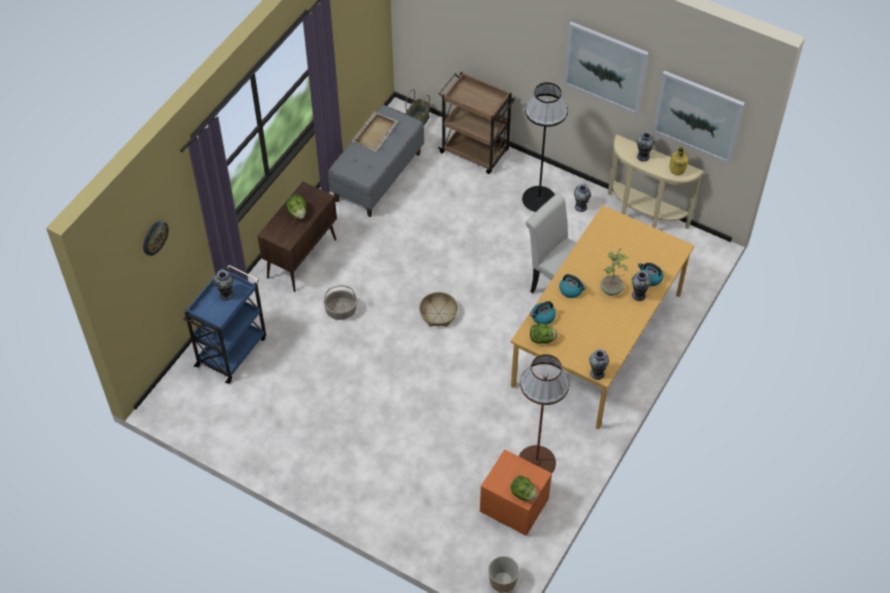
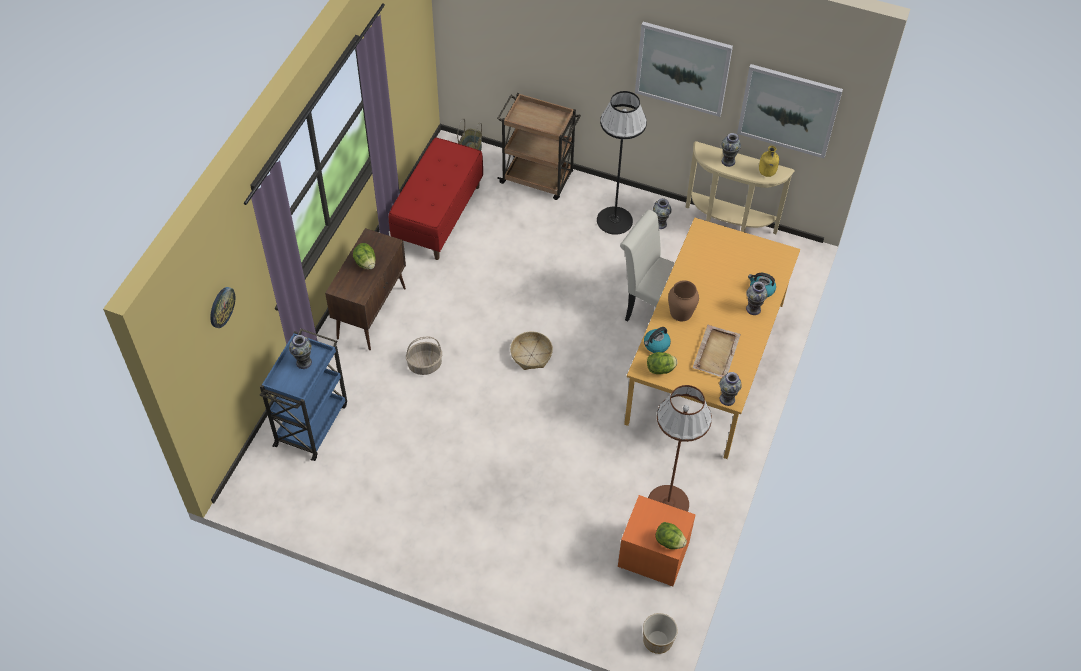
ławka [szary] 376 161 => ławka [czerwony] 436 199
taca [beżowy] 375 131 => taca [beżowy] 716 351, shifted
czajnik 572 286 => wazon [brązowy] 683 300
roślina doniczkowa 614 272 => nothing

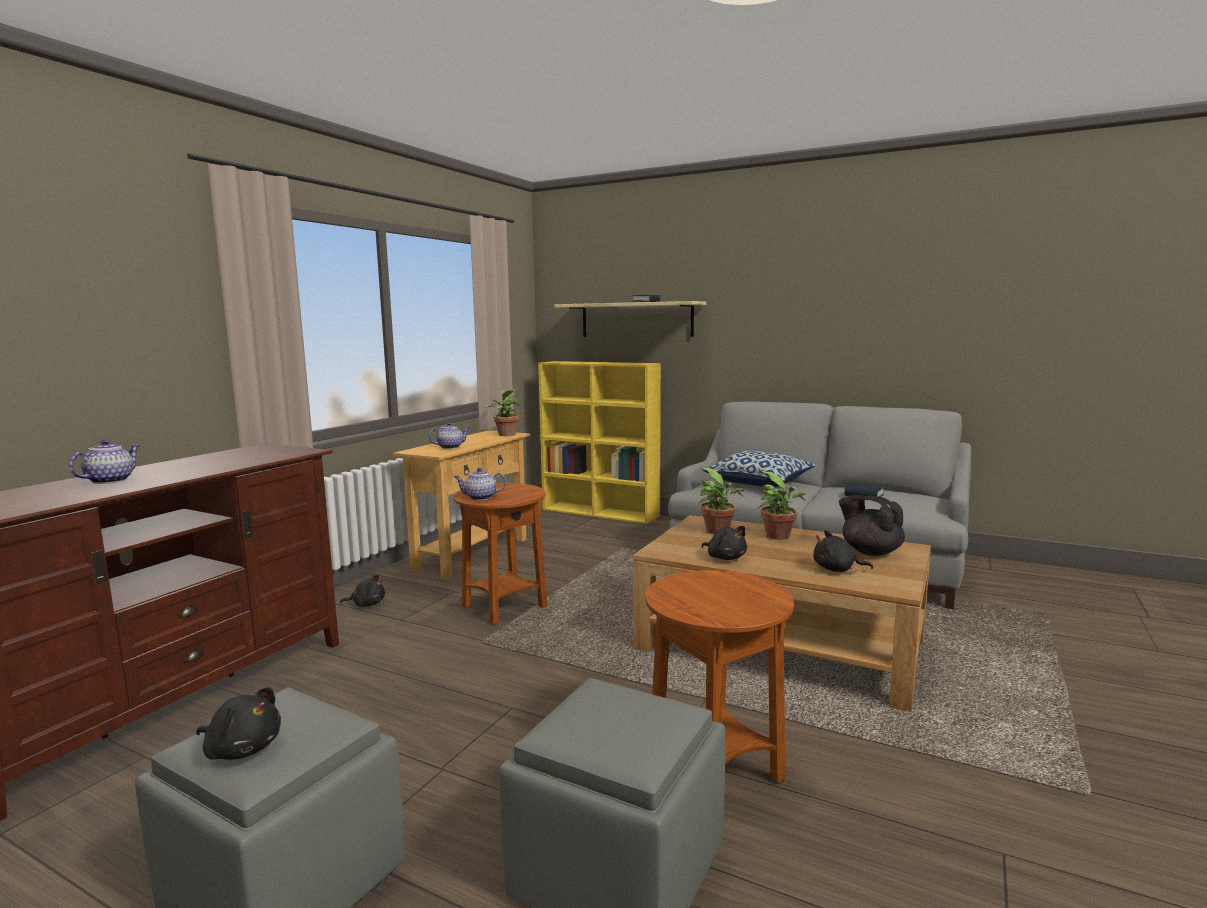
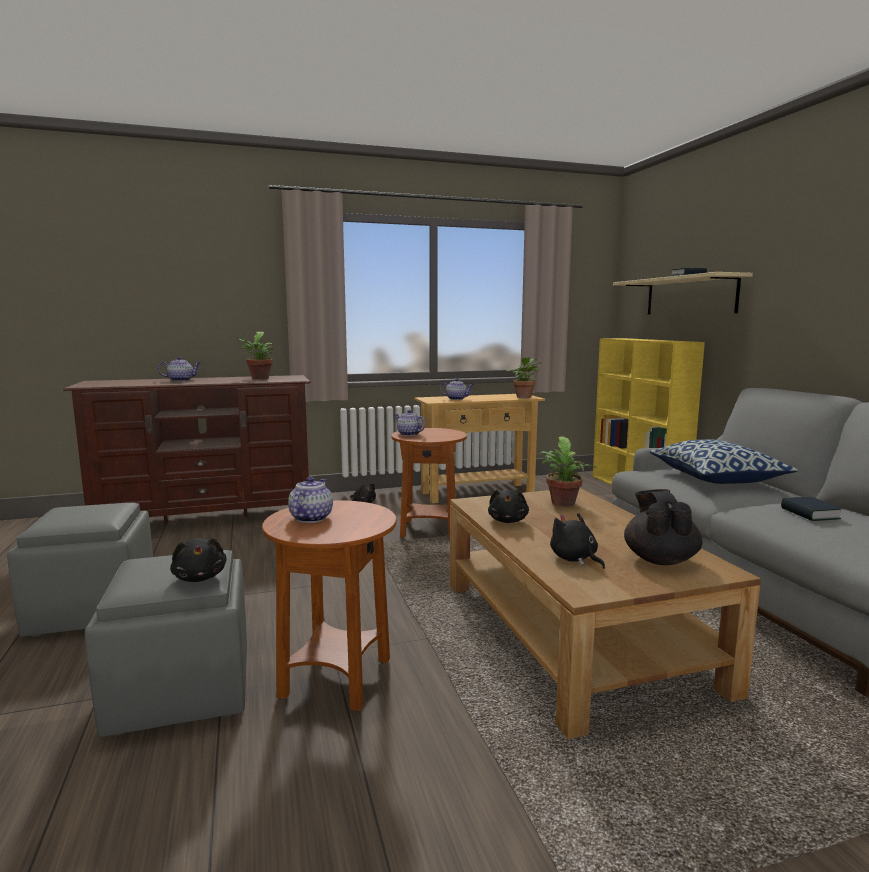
pluszak [czarny] 238 723 => pluszak [czarny] 198 560, shifted
roślina doniczkowa 782 505 => roślina doniczkowa 256 355, shifted
nothing => imbryk 310 500

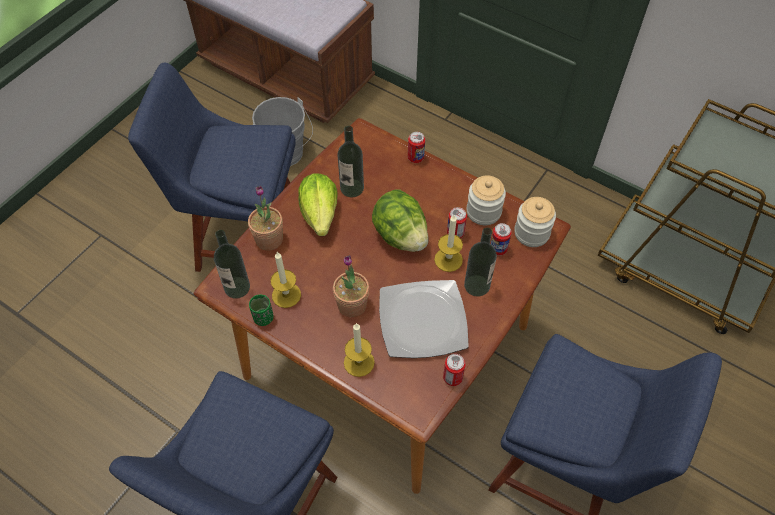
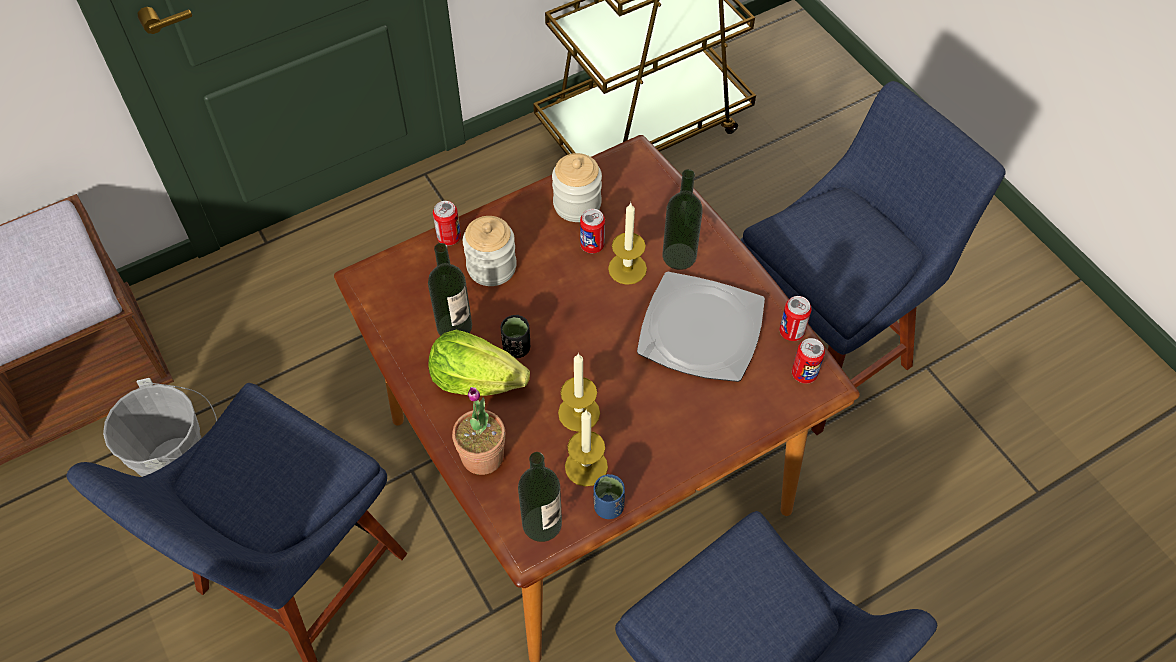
filiżanka [zielony] 261 310 => filiżanka [niebieski] 609 496
roślina doniczkowa 351 286 => nothing
świeca 359 350 => świeca 579 392, shifted
sałata 400 221 => nothing
puszka 501 239 => puszka 808 360, shifted
słoik 535 222 => słoik 490 251, shifted
nothing => filiżanka [czarny] 515 336

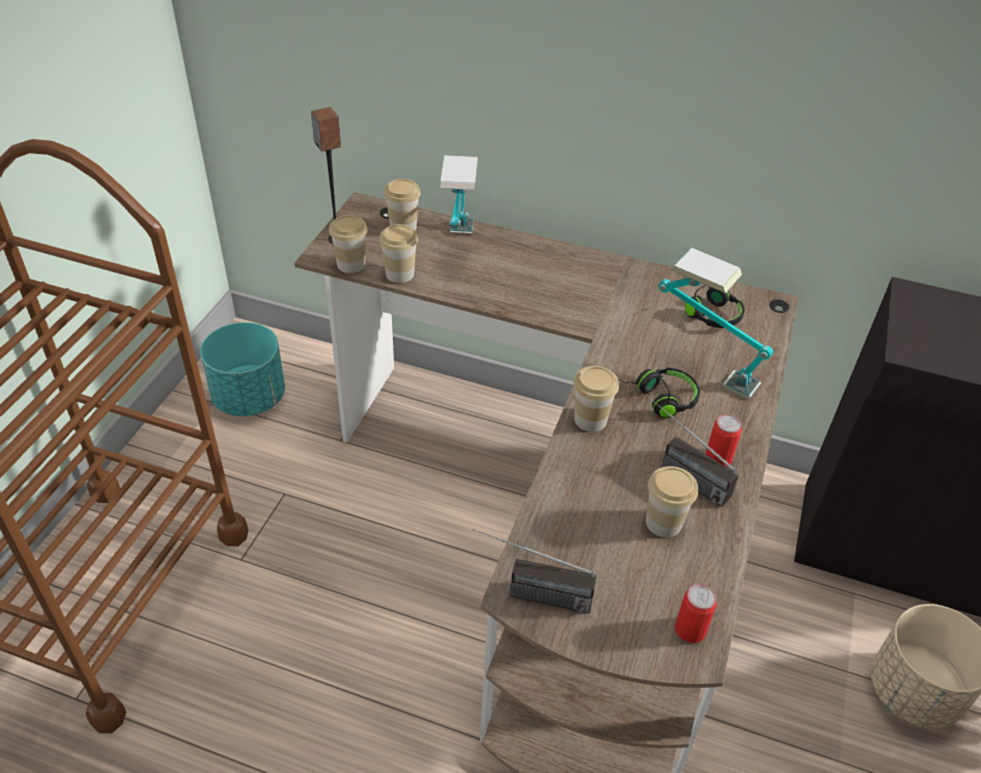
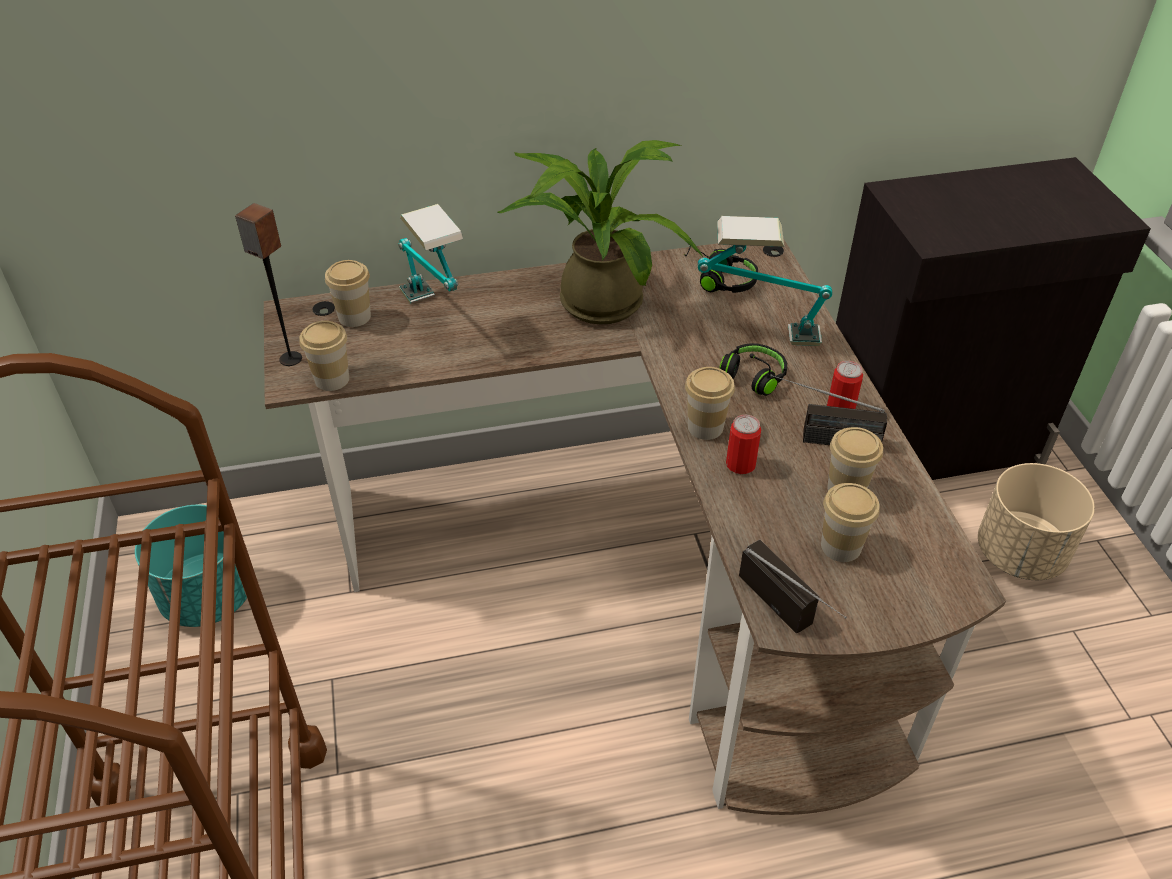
filiżanka 398 253 => filiżanka 850 522, shifted
radio 535 571 => radio 793 586, 105 degrees counterclockwise
puszka 696 613 => puszka 743 444, shifted
nothing => roślina doniczkowa 600 232

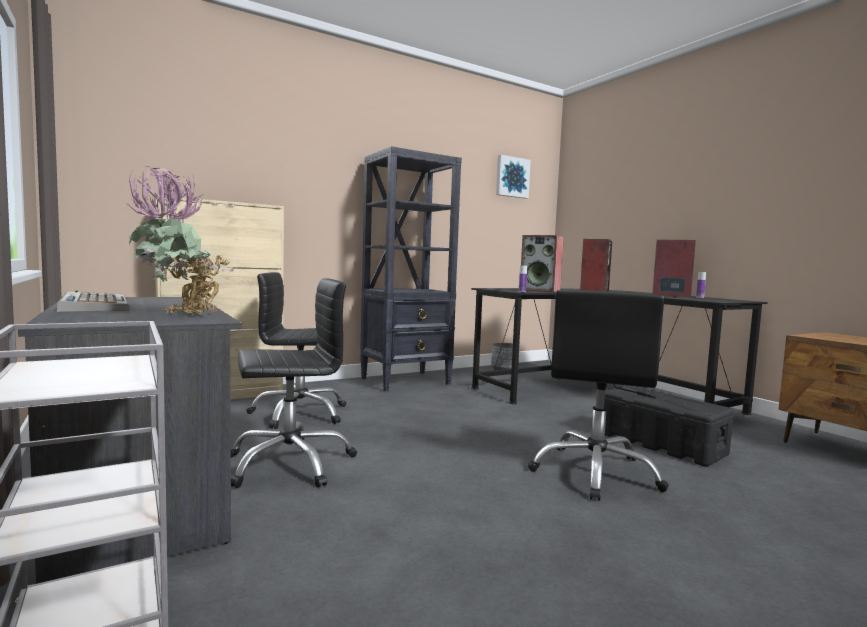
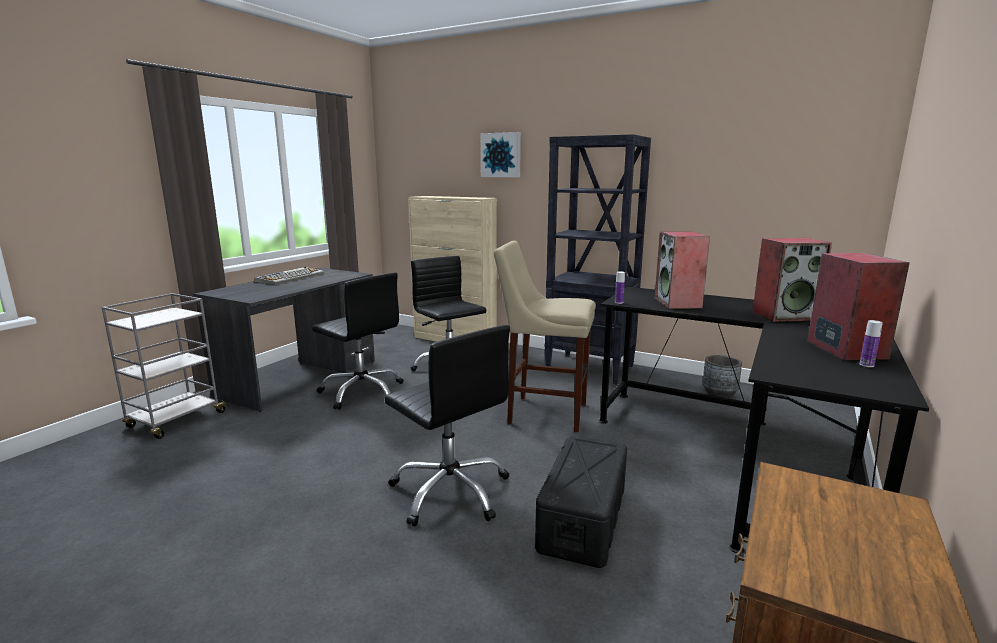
roślina doniczkowa 179 240 => nothing
obraz 513 177 => obraz 501 154, shifted
krzesło biurowe [czarny] 598 395 => krzesło biurowe [czarny] 447 425, 120 degrees counterclockwise
nothing => stołek [beżowy] 545 336

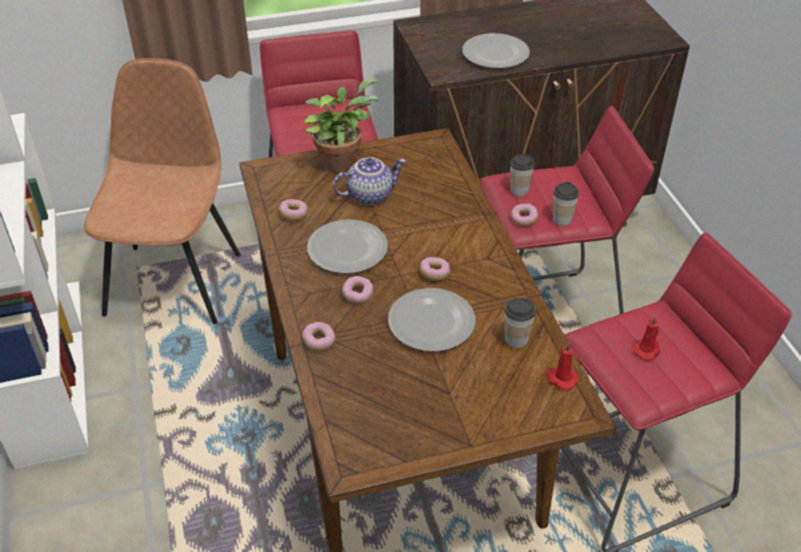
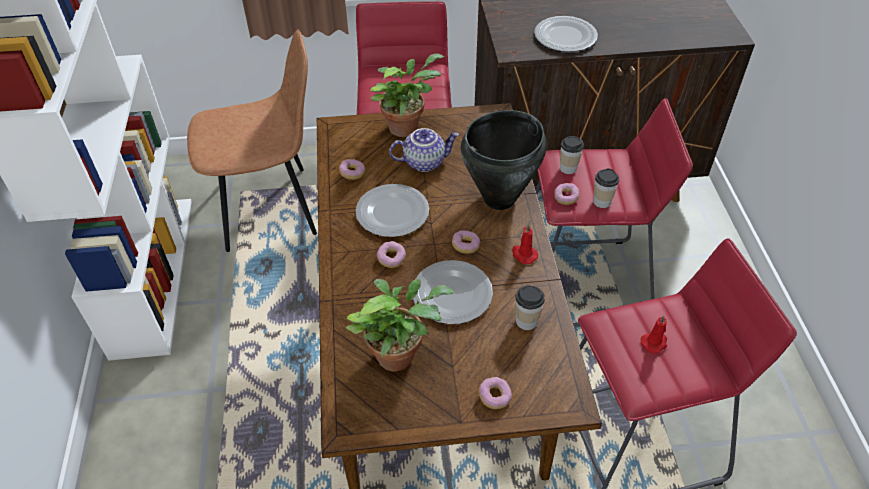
krzesło [brązowy] 162 191 => krzesło [brązowy] 252 140, 60 degrees clockwise
donut 319 336 => donut 495 393, shifted
świeca [czerwony] 561 366 => świeca [czerwony] 525 244, shifted
nothing => roślina doniczkowa 400 325
nothing => garnek [czarny] 504 160

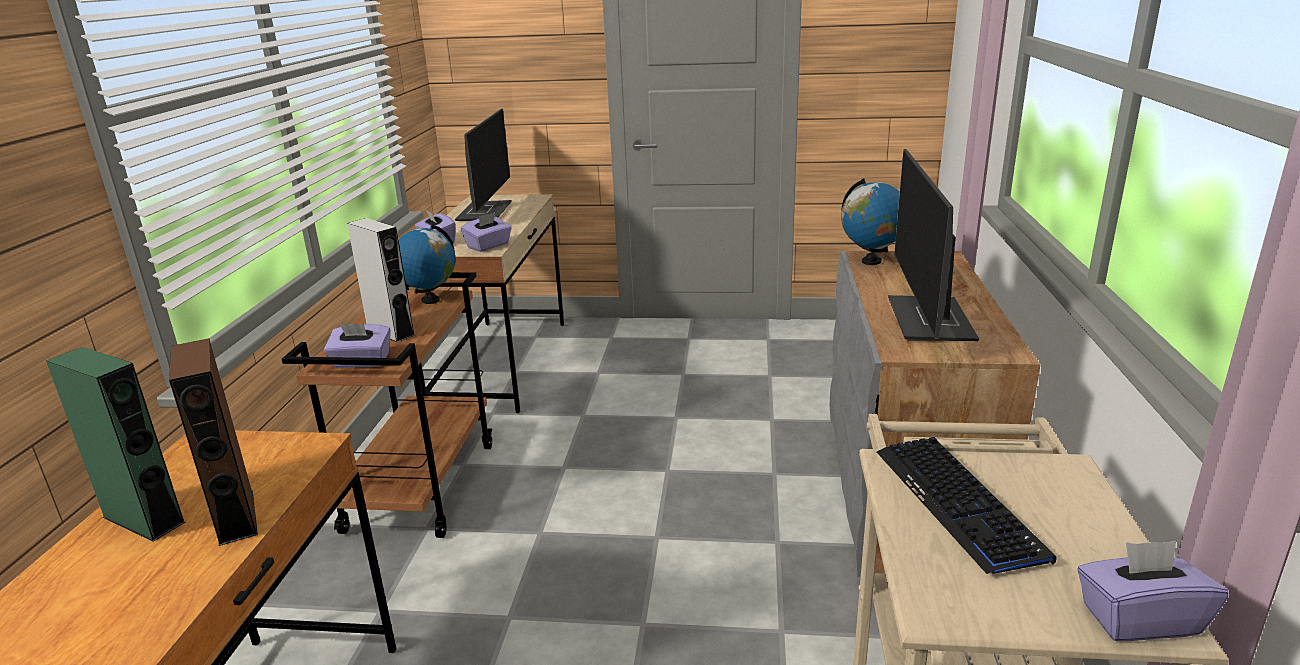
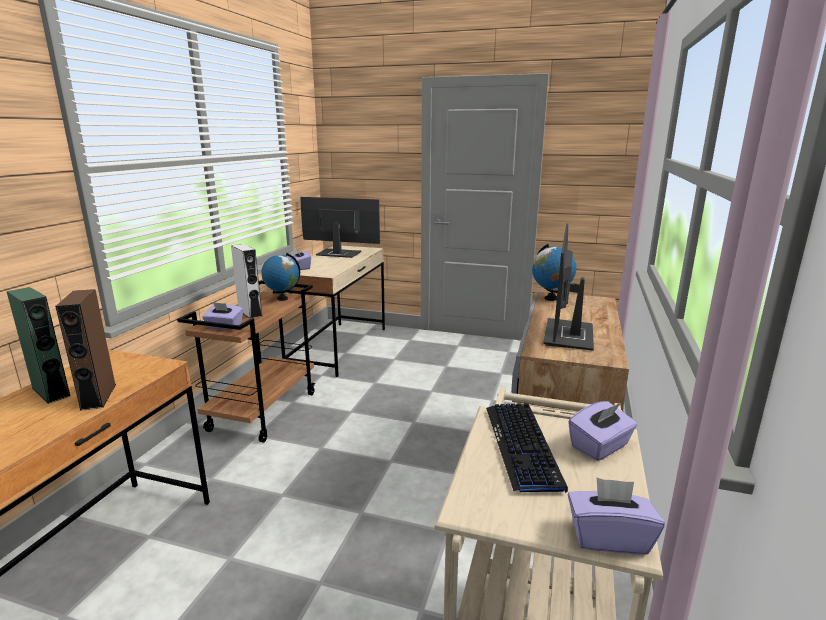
monitor 483 165 => monitor 340 227, 90 degrees counterclockwise
pudełko chusteczek [fioletowy] 486 232 => pudełko chusteczek [fioletowy] 603 431, shifted

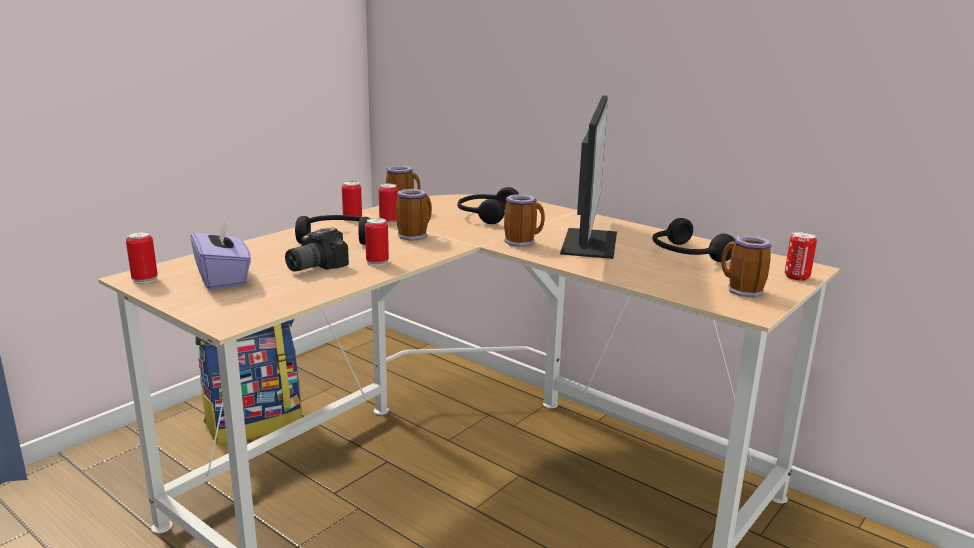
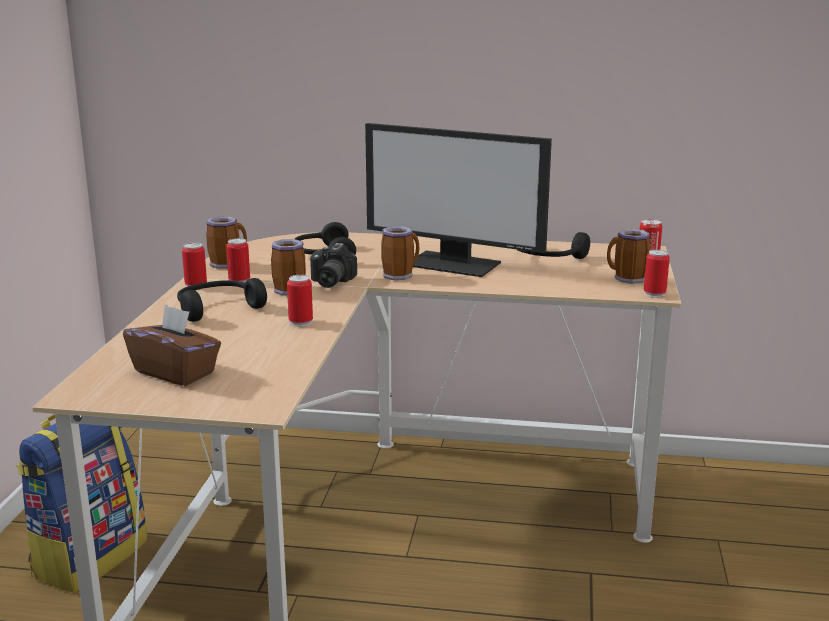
puszka 142 257 => puszka 657 274, shifted
pudełko chusteczek [fioletowy] 220 254 => pudełko chusteczek [brązowy] 172 345
aparat fotograficzny 317 249 => aparat fotograficzny 333 265, shifted
monitor 588 177 => monitor 458 200, 135 degrees clockwise

